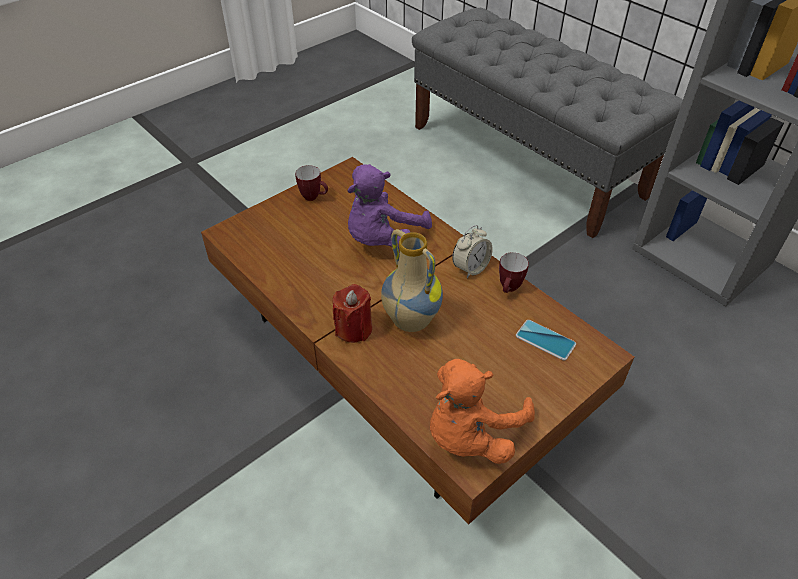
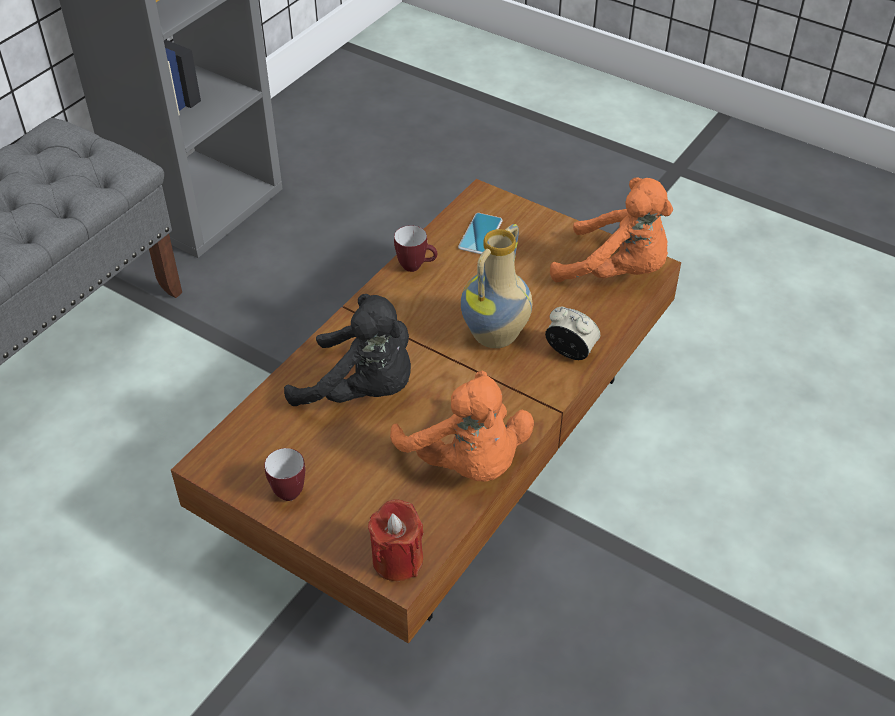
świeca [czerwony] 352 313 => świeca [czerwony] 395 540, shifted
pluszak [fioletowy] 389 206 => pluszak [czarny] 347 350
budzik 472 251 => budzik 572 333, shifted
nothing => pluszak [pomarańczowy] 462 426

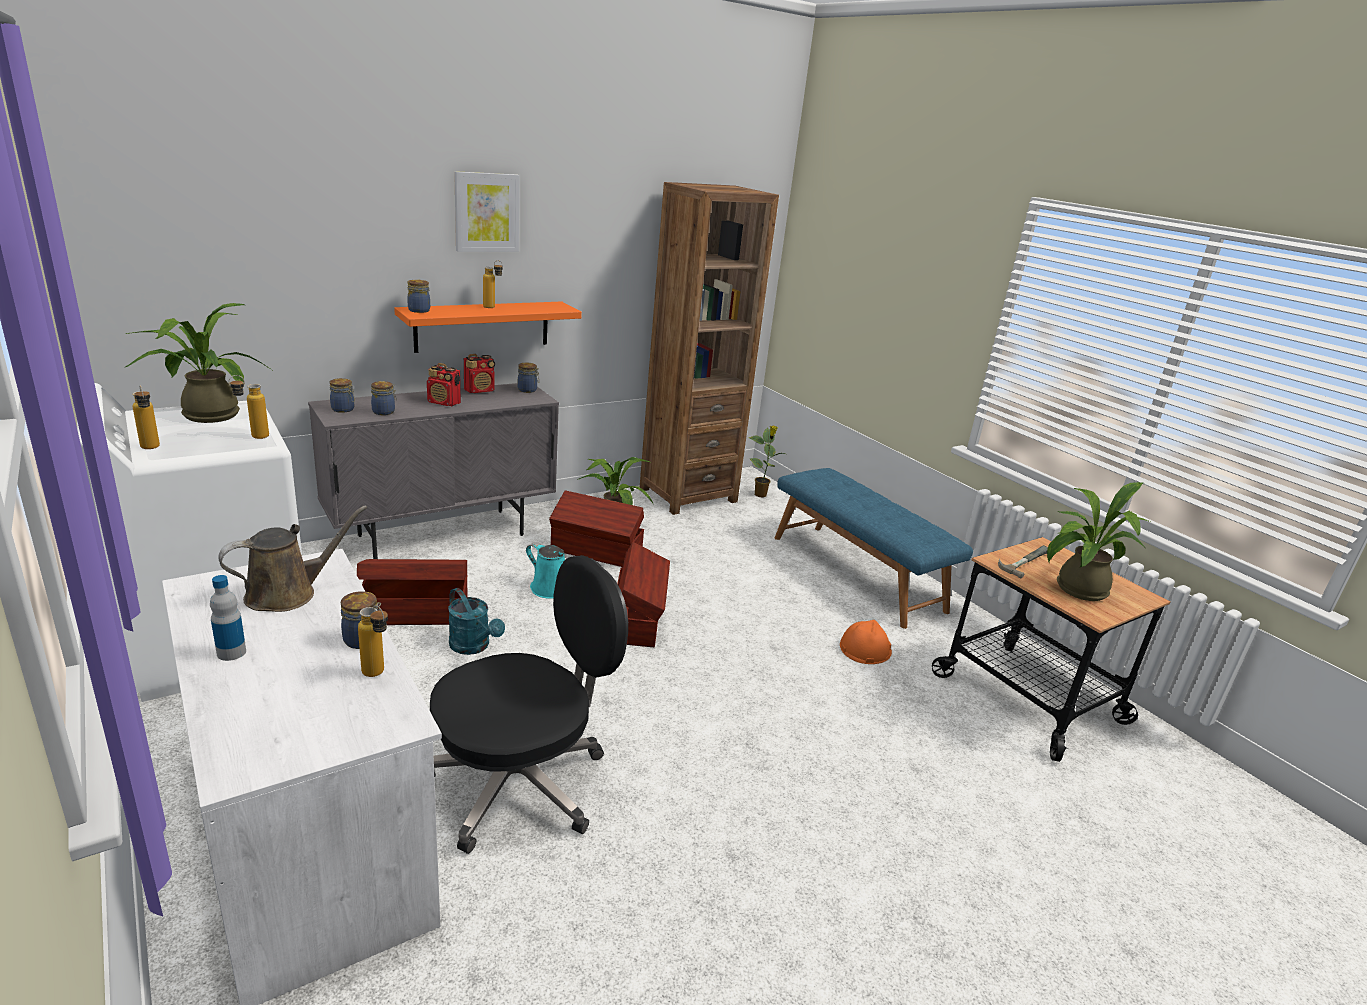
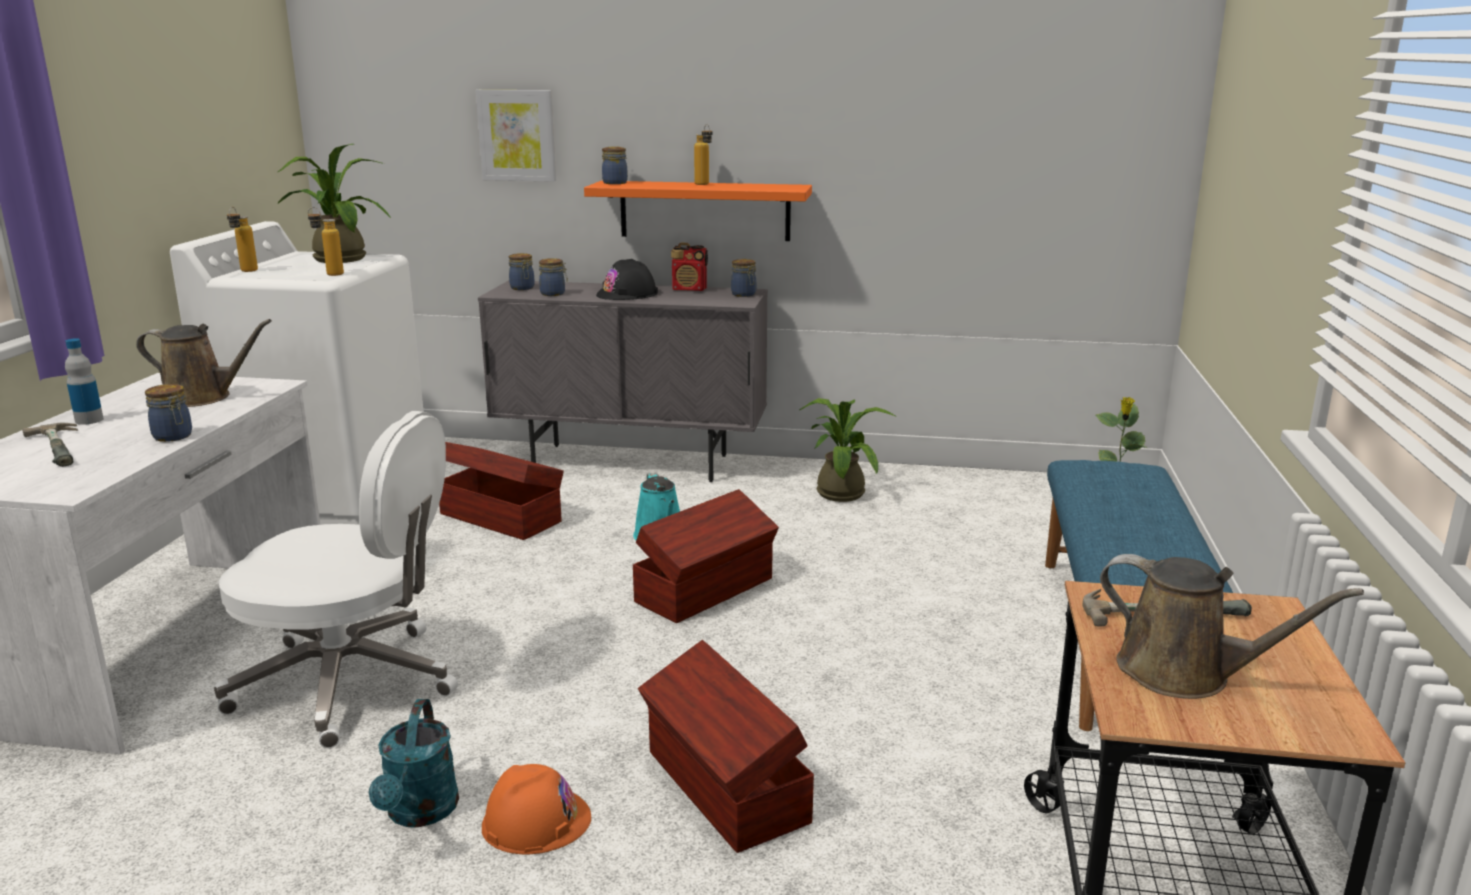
butelka 373 641 => nothing
radio 444 384 => kask [czarny] 627 279
krzesło biurowe [czarny] 529 704 => krzesło biurowe [biały] 336 579
konewka [turkusowy] 476 621 => konewka [turkusowy] 414 763, shifted
obraz 487 211 => obraz 516 136, shifted
pojemnik do przechowywania [brązowy] 596 528 => pojemnik do przechowywania [brązowy] 726 746, shifted
regał [brązowy] 709 348 => nothing
kask [pomarańczowy] 866 642 => kask [pomarańczowy] 536 809, shifted
roślina doniczkowa 1098 541 => konewka [brązowy] 1232 626
nothing => młotek 50 445

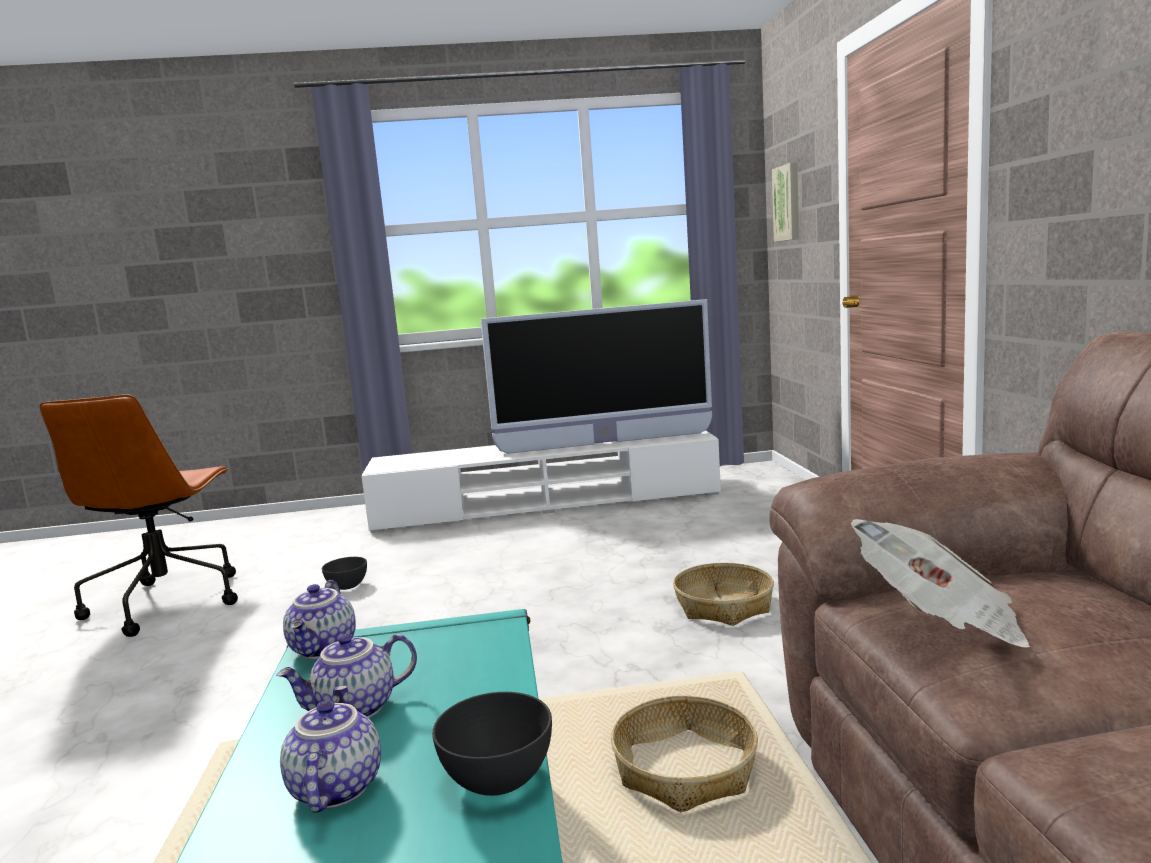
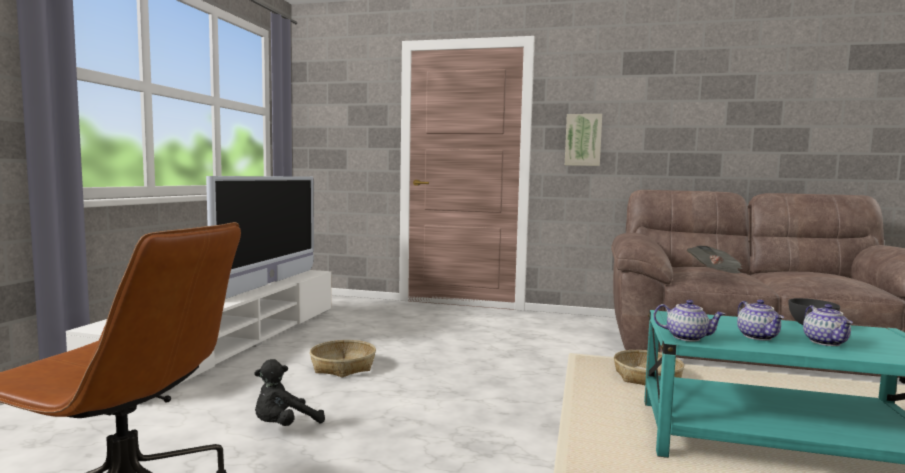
imbryk 330 749 => imbryk 828 325, 105 degrees counterclockwise
miska [szary] 344 573 => pluszak [czarny] 289 392
koszyk 723 594 => koszyk 343 359, shifted
obraz 785 202 => obraz 583 140, shifted

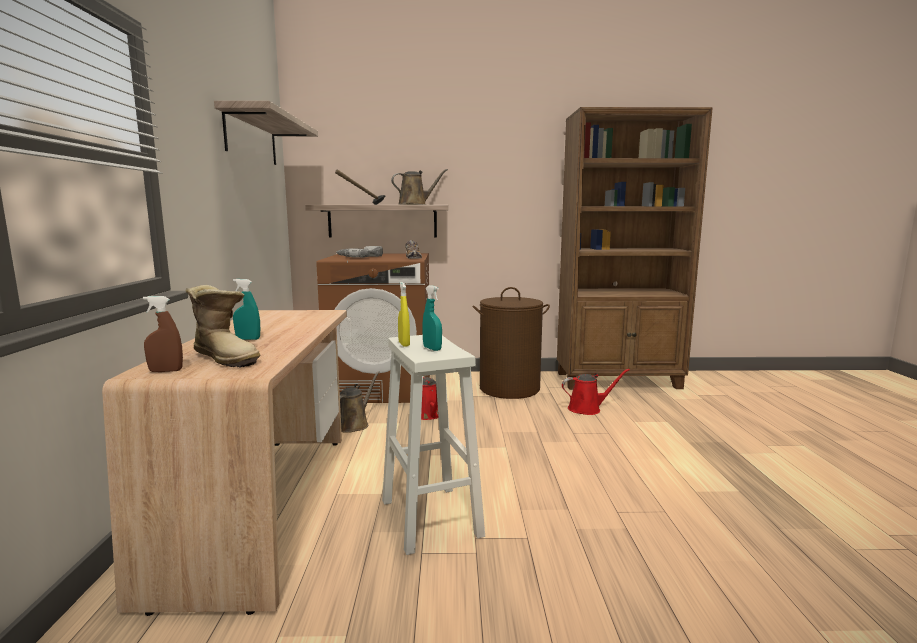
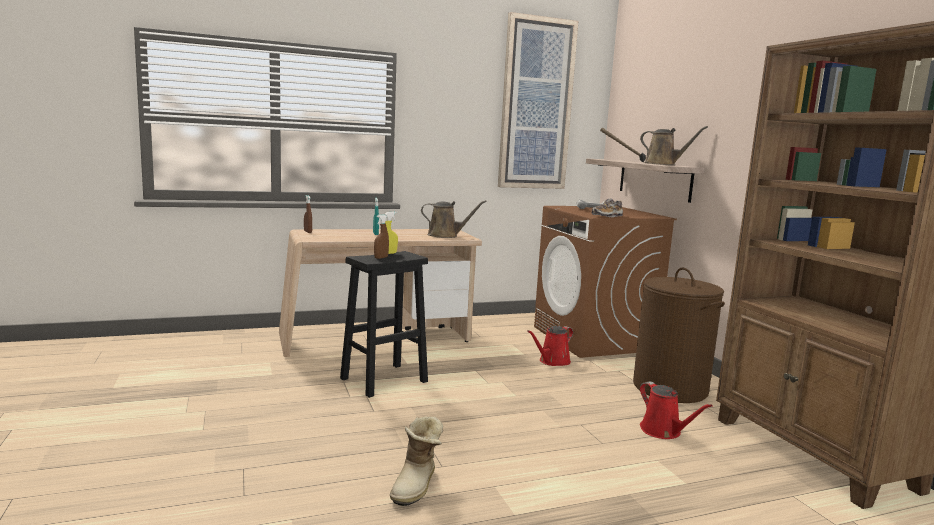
but z cholewką 223 326 => but z cholewką 416 461, shifted
półka 266 133 => obraz 538 100
konewka [brązowy] 360 402 => konewka [brązowy] 454 219, shifted
stołek [biały] 433 445 => stołek [czarny] 384 324
spryskiwacz [turkusowy] 432 318 => spryskiwacz [brązowy] 381 236

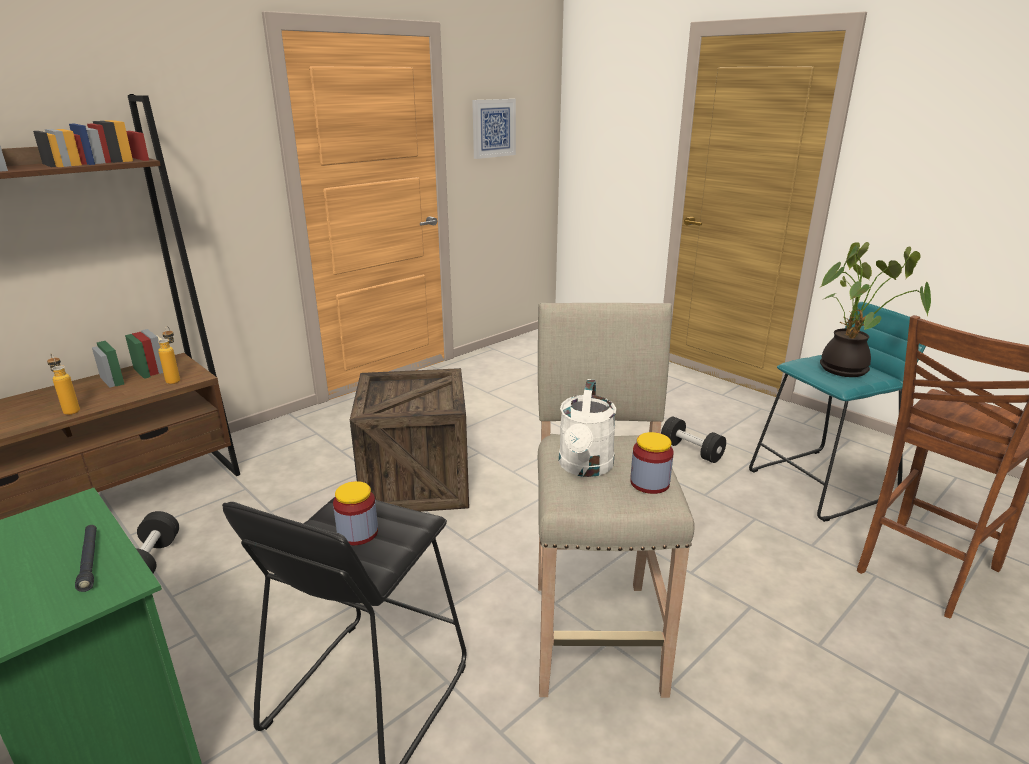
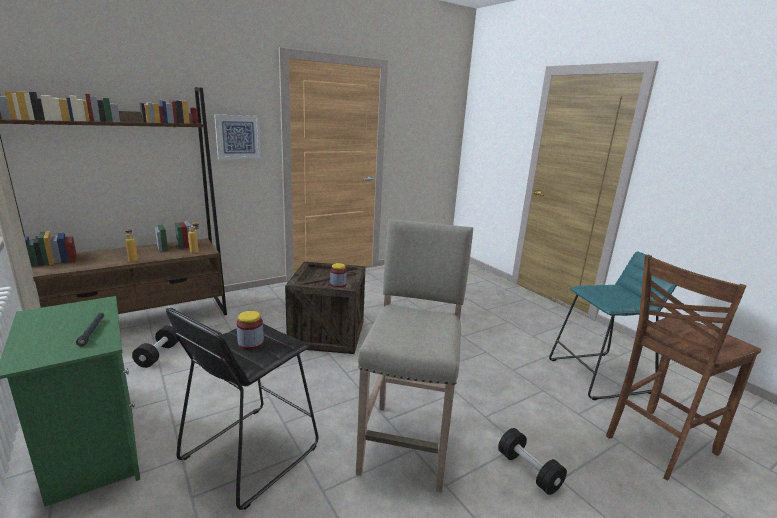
obraz 494 129 => obraz 237 136, shifted
konewka [biały] 587 428 => nothing
słoik 652 463 => słoik 338 275, shifted
hantel [czarny] 693 440 => hantel [czarny] 532 461, shifted
roślina doniczkowa 875 309 => nothing

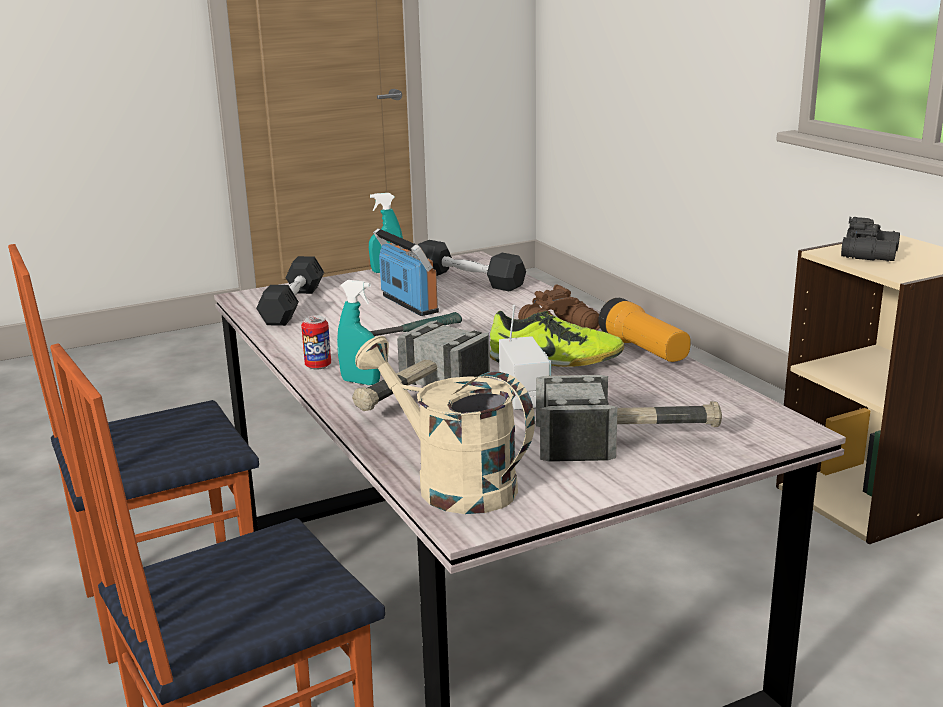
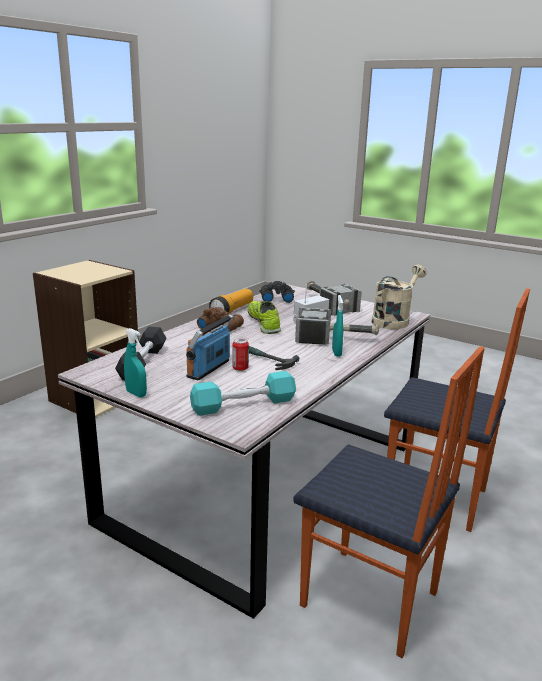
hantel [czarny] 290 291 => hantel [turkusowy] 243 393
puszka 316 342 => puszka 240 354, shifted
konewka [beżowy] 445 425 => konewka [beżowy] 399 297, 150 degrees counterclockwise
lornetka [czarny] 870 239 => lornetka [czarny] 277 292, shifted

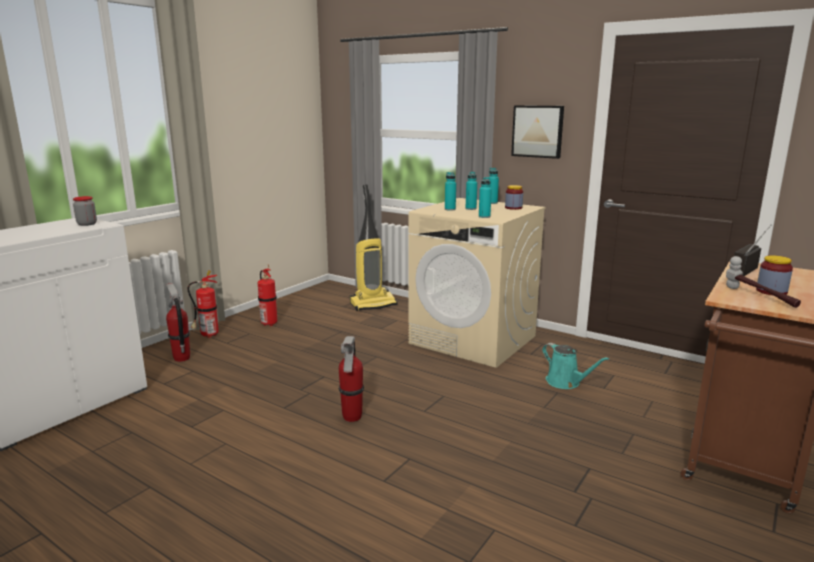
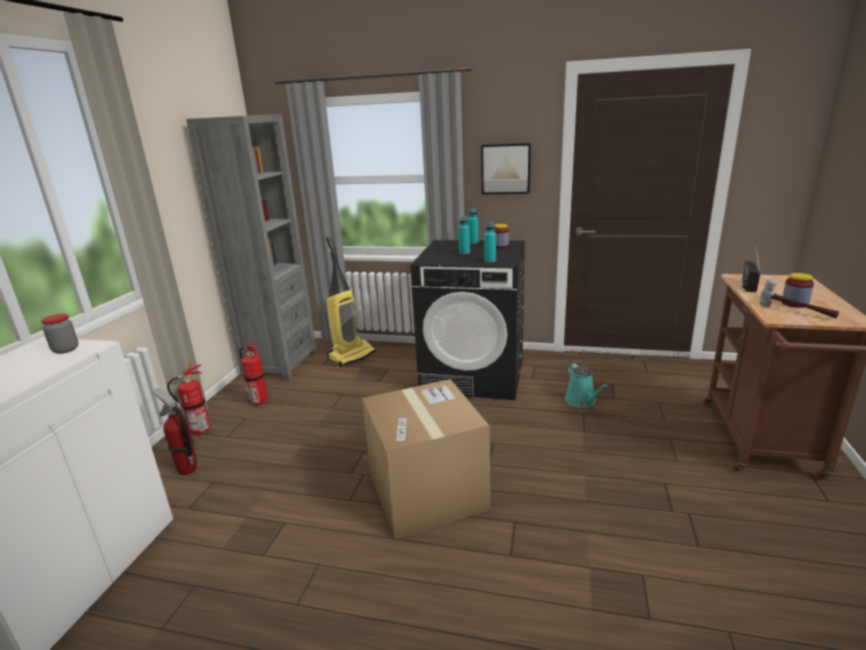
gaśnica 351 379 => karton 426 458
pralka [beżowy] 477 283 => pralka [czarny] 467 320
butelka [turkusowy] 450 191 => nothing
konewka [turkusowy] 575 366 => konewka [turkusowy] 586 385, 45 degrees clockwise
nothing => regał [szary] 251 247

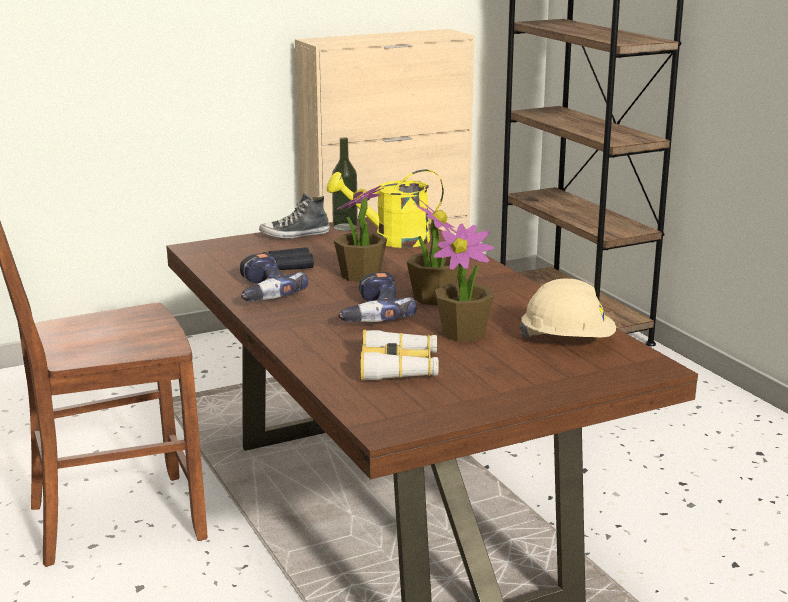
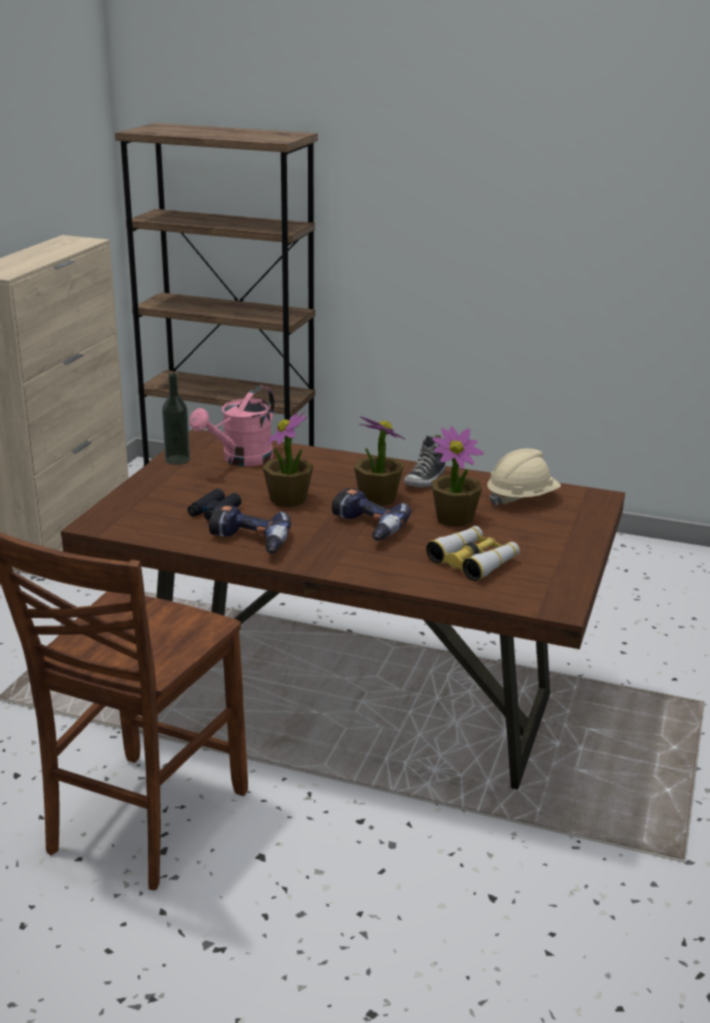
but 294 215 => but 425 460, shifted
konewka [żółty] 385 208 => konewka [różowy] 232 425

